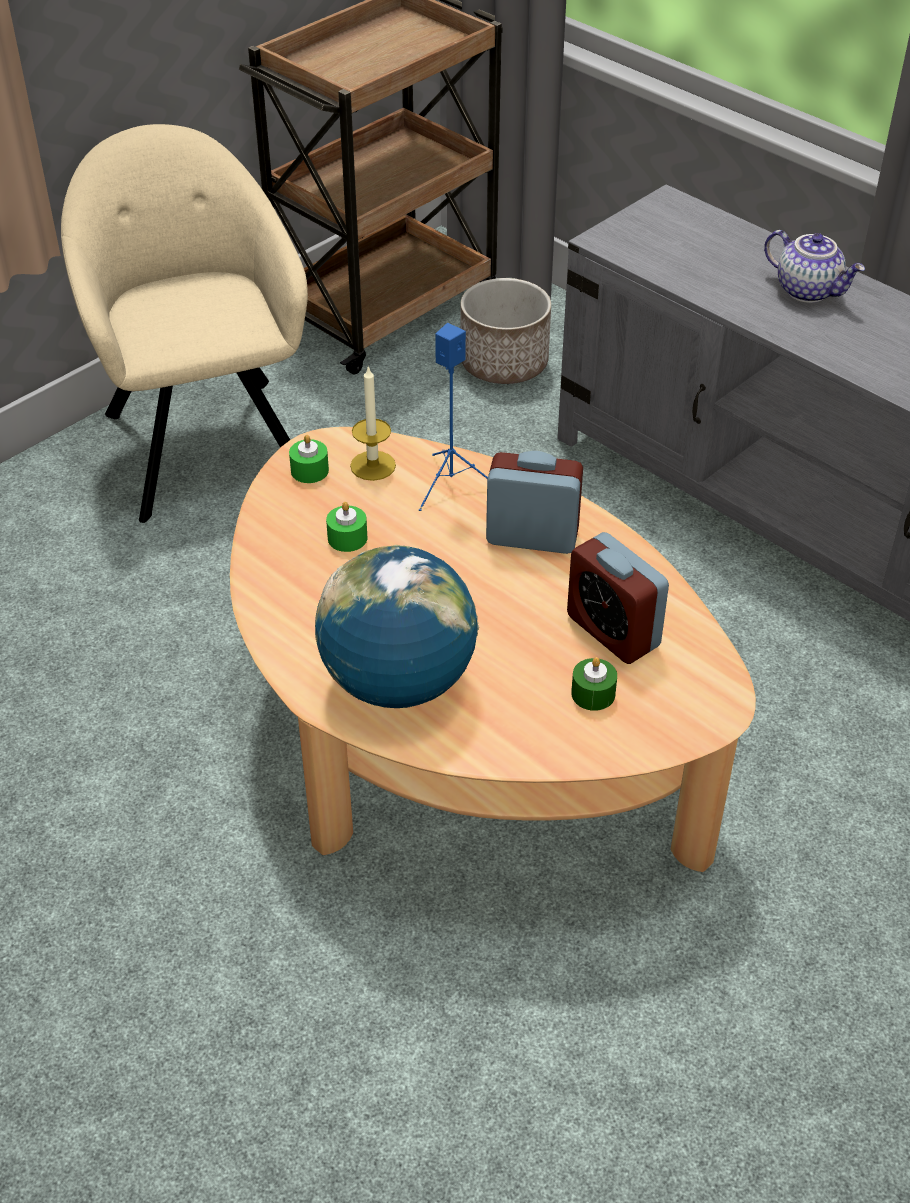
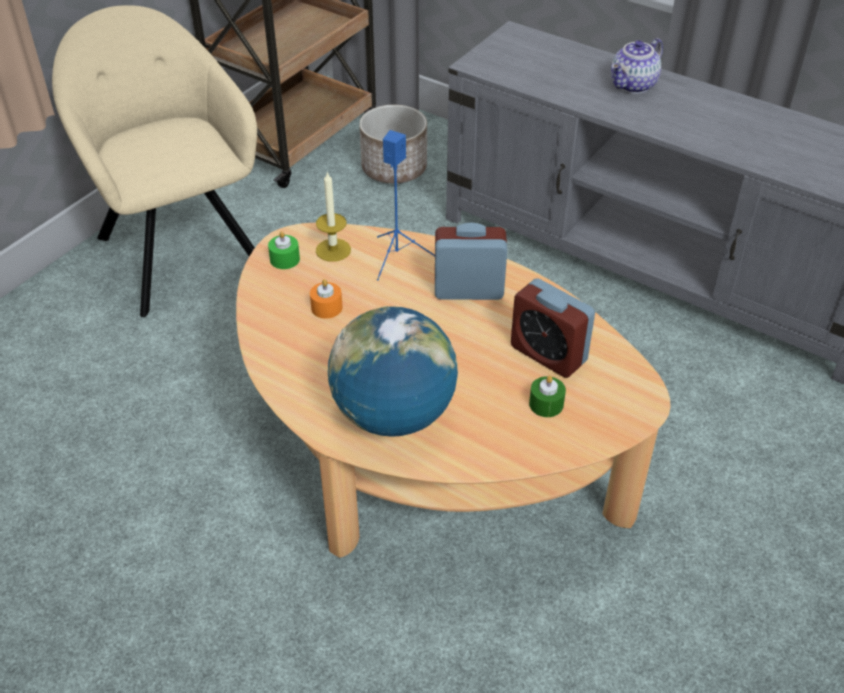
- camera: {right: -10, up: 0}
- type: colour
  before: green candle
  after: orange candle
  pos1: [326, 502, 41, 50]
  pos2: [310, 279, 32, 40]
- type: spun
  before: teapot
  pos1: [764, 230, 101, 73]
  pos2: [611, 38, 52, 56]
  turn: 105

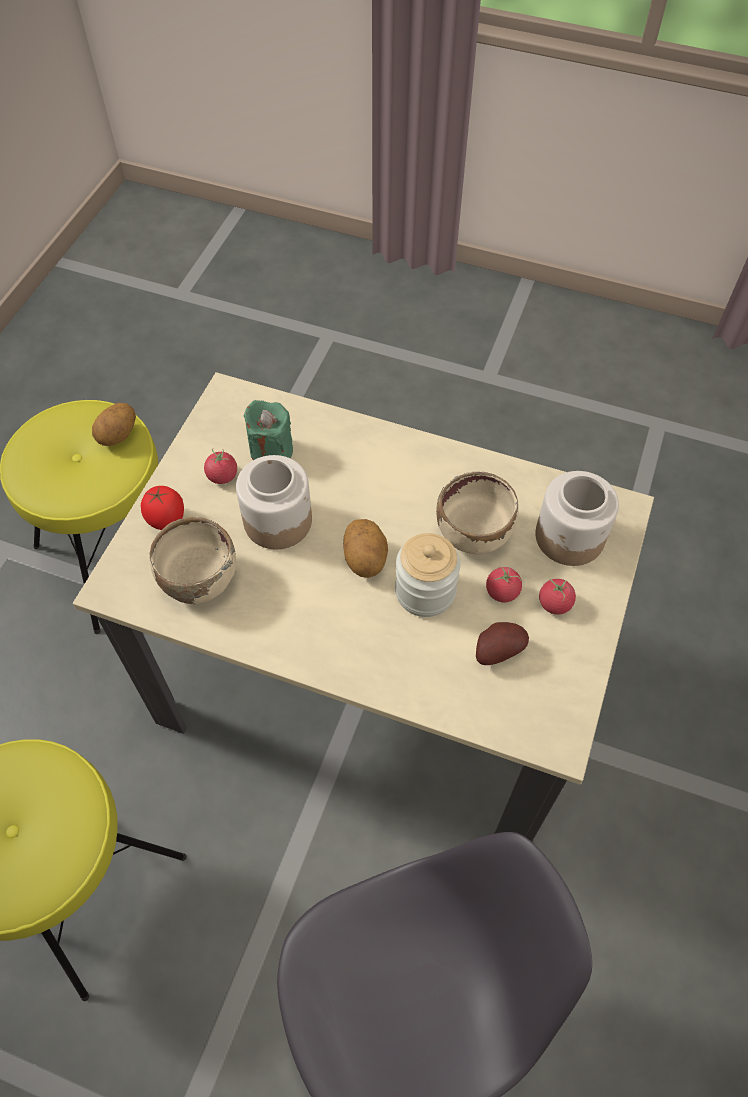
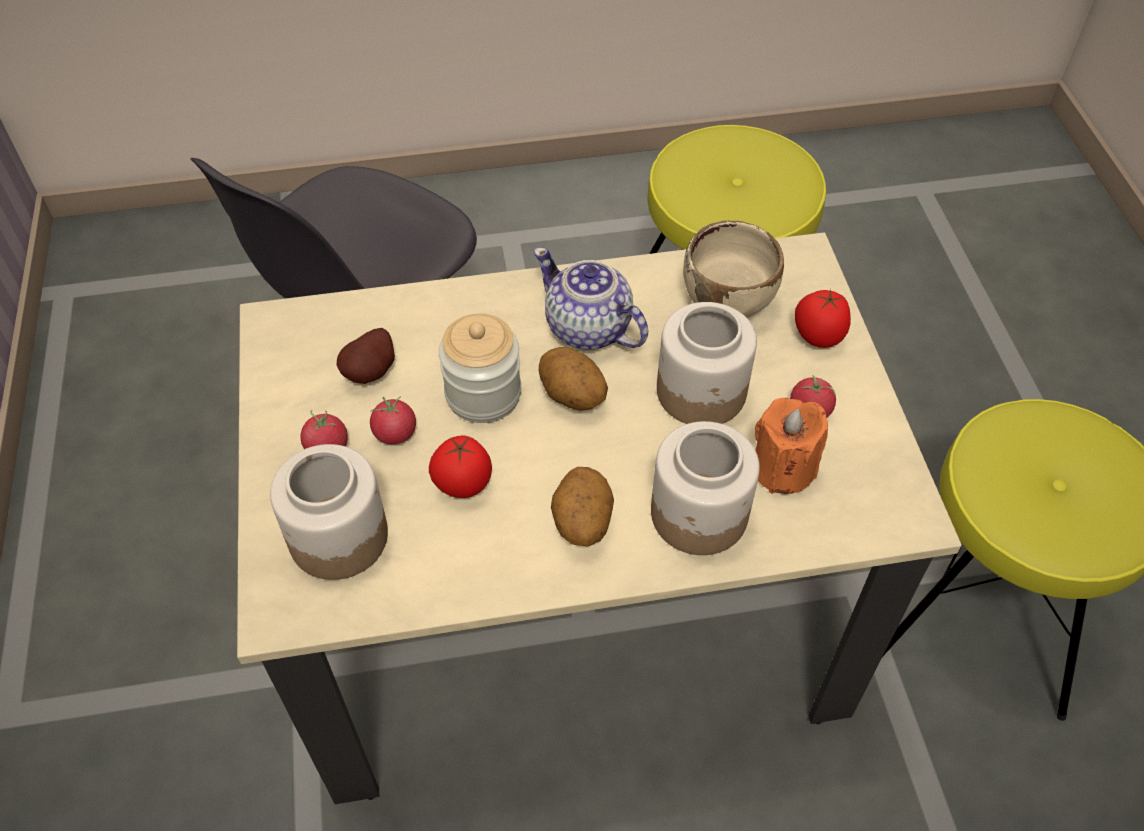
- camera: {right: 150, up: -5}
- type: relocated
  before: potato
  pos1: [92, 403, 44, 43]
  pos2: [551, 467, 63, 79]
- type: colour
  before: green candle
  after: orange candle
  pos1: [244, 400, 49, 60]
  pos2: [755, 398, 73, 96]
- type: exchanged
  before: beige bowl
  after: tomato
  pos1: [436, 471, 83, 84]
  pos2: [429, 435, 63, 63]
- type: appeared
  after: teapot
  pos2: [533, 247, 115, 103]
- type: appeared
  after: jar
  pos2: [651, 421, 109, 134]

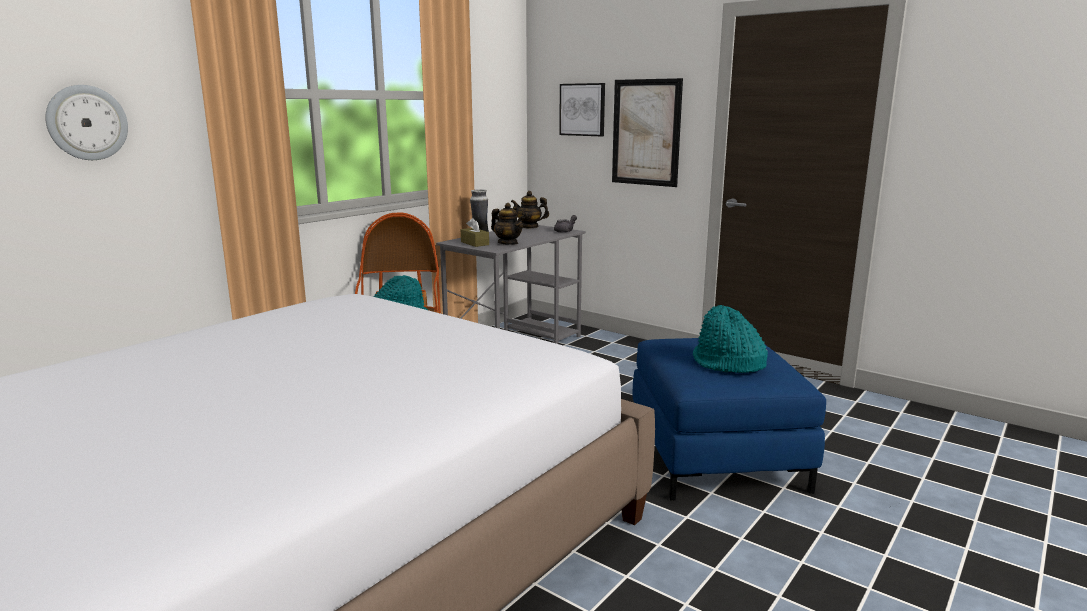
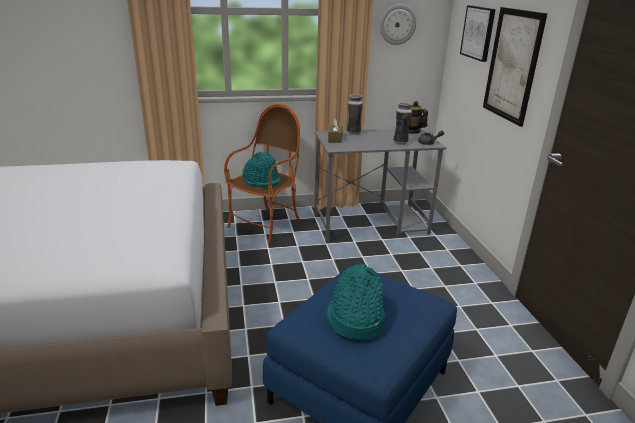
- camera: {right: 40, up: 10}
- type: relocated
  before: wall clock
  pos1: [45, 85, 83, 75]
  pos2: [380, 4, 36, 41]
- type: missing
  before: teapot
  pos1: [491, 203, 34, 42]
- type: appeared
  after: vase
  pos2: [393, 102, 19, 43]

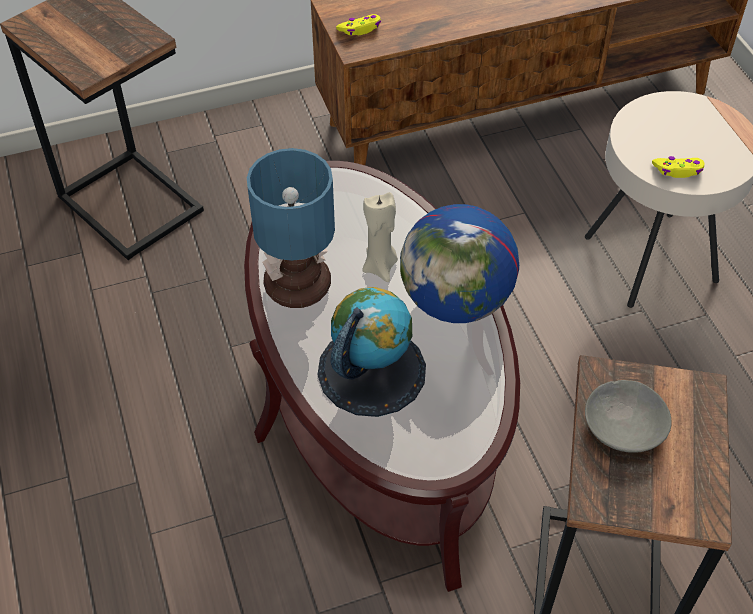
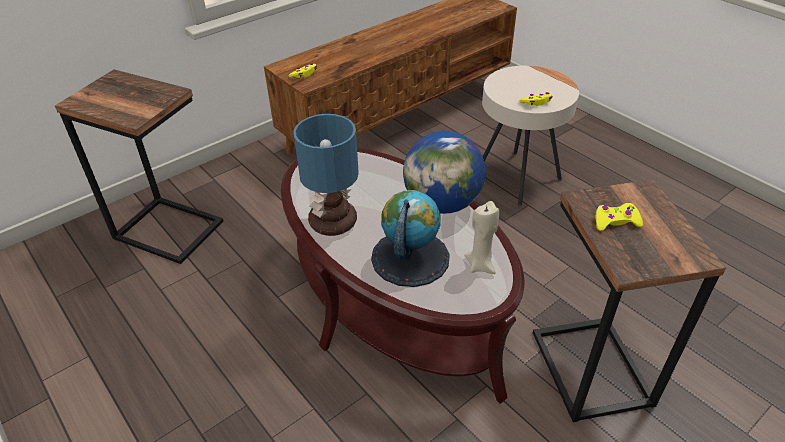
- camera: {right: -20, up: -10}
- type: relocated
  before: beige candle
  pos1: [362, 192, 36, 90]
  pos2: [464, 201, 35, 73]
- type: exchanged
  before: grey bowl
  after: yellow game controller
  pos1: [585, 380, 87, 73]
  pos2: [596, 203, 47, 28]

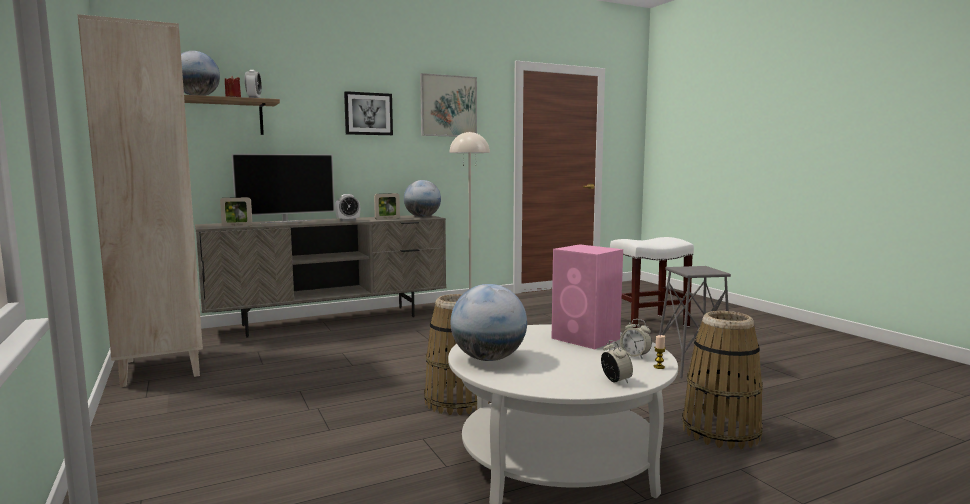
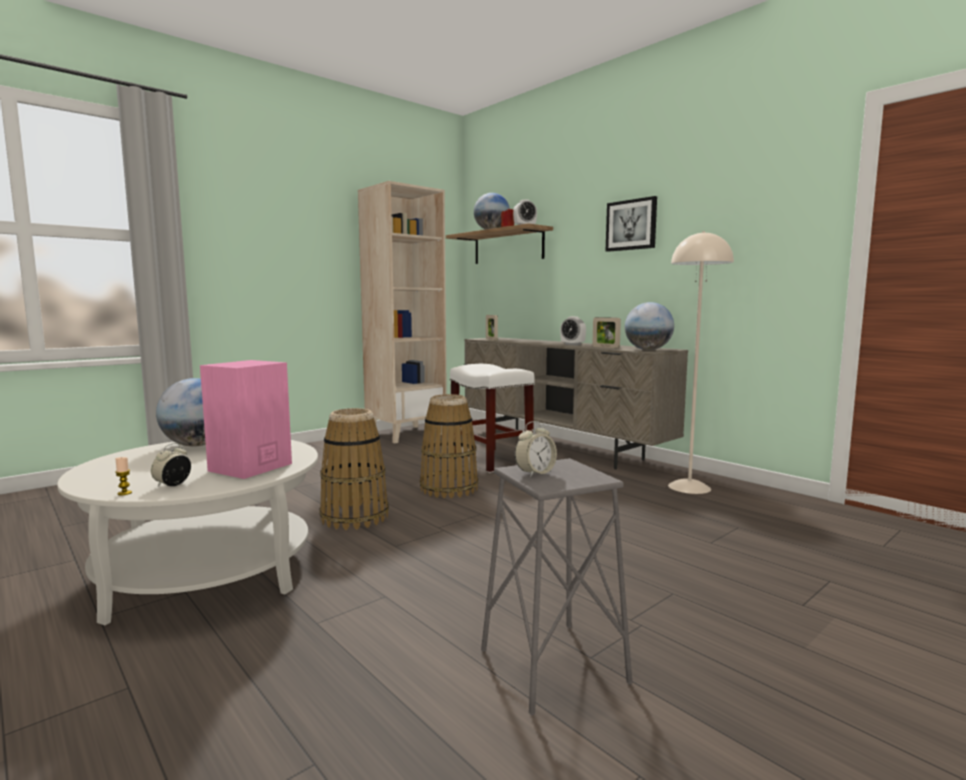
- camera: {right: 75, up: 0}
- type: missing
  before: television
  pos1: [231, 154, 104, 69]
- type: missing
  before: picture
  pos1: [420, 73, 57, 64]
- type: relocated
  before: alarm clock
  pos1: [601, 340, 32, 43]
  pos2: [515, 421, 42, 56]
- type: relocated
  before: white stool
  pos1: [610, 237, 84, 91]
  pos2: [450, 364, 85, 109]
- type: relocated
  before: basket
  pos1: [682, 311, 81, 138]
  pos2: [420, 394, 59, 104]

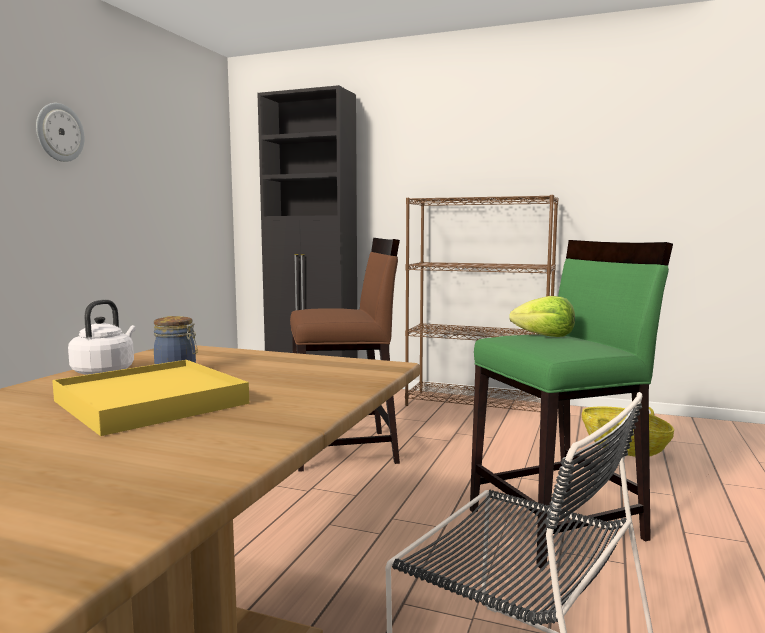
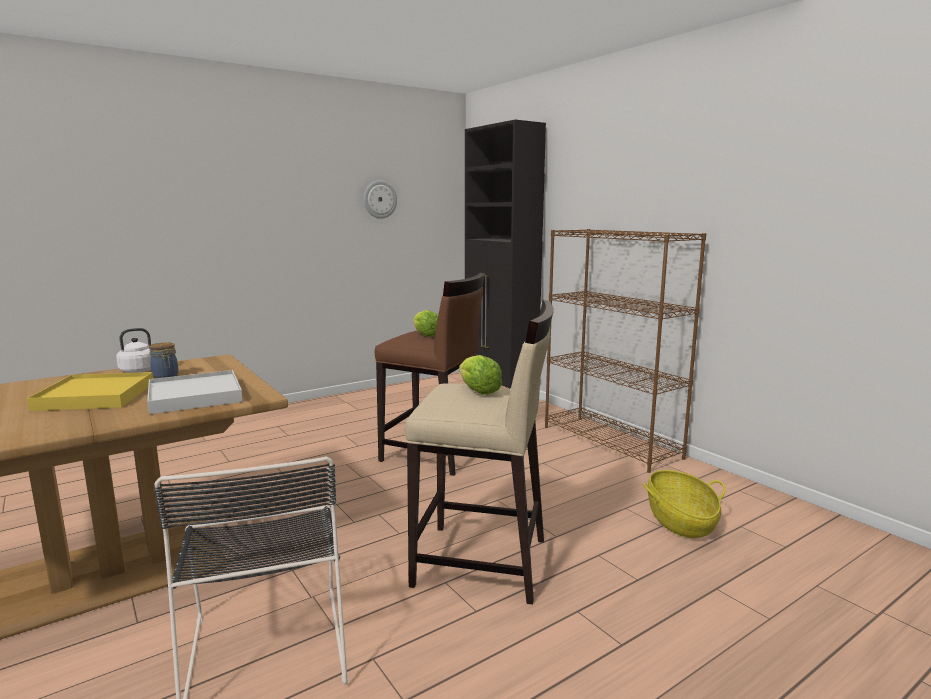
- camera: {right: 35, up: 5}
- type: relocated
  before: wall clock
  pos1: [36, 103, 49, 59]
  pos2: [364, 180, 33, 39]
- type: colour
  before: green stool
  after: beige stool
  pos1: [470, 240, 203, 329]
  pos2: [405, 300, 149, 305]
- type: appeared
  after: white tray
  pos2: [147, 370, 96, 44]
- type: appeared
  after: lettuce
  pos2: [413, 310, 25, 27]

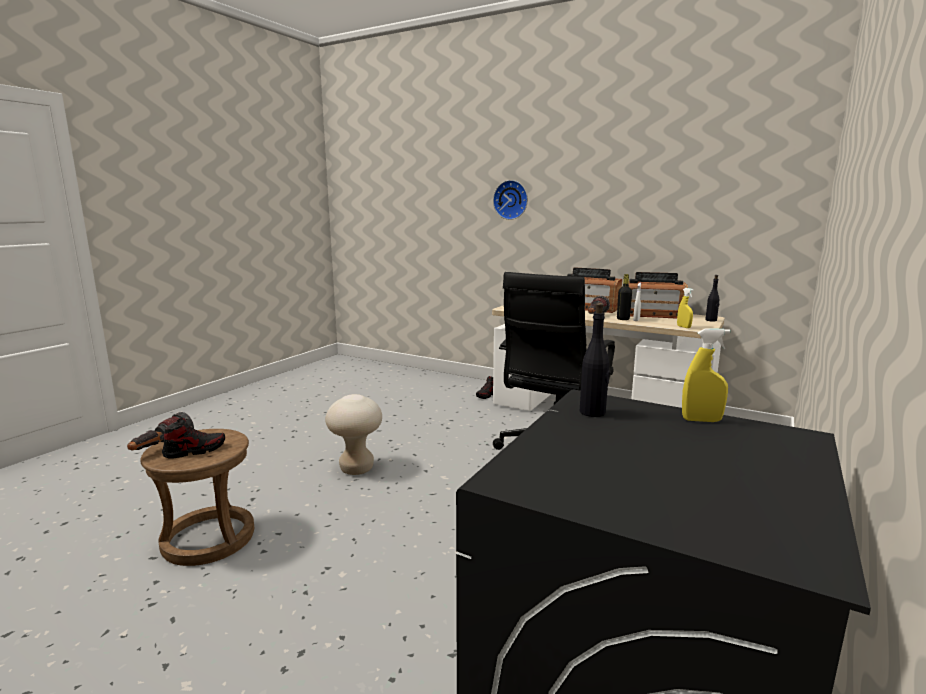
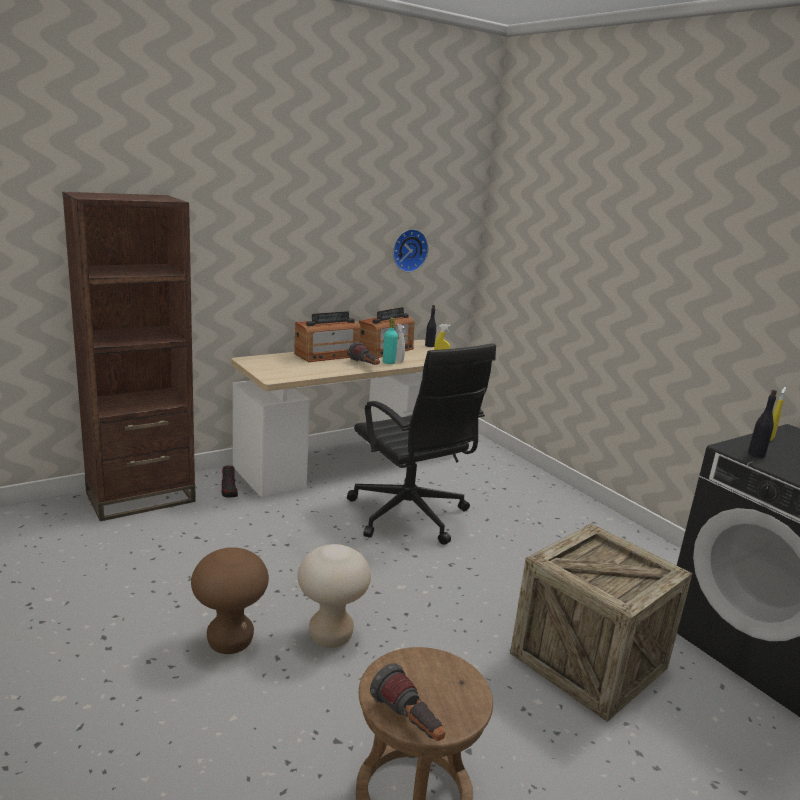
- camera: {right: -65, up: 5}
- type: missing
  before: shoe
  pos1: [162, 418, 63, 40]
- type: relocated
  before: wall clock
  pos1: [493, 180, 35, 40]
  pos2: [393, 229, 35, 43]
- type: colour
  before: black bottle
  after: turquoise bottle
  pos1: [617, 274, 15, 46]
  pos2: [383, 318, 15, 46]
- type: appeared
  after: brown bookcase
  pos2: [62, 192, 134, 329]
- type: appeared
  after: brown stool
  pos2: [191, 547, 78, 107]
- type: appeared
  after: crate
  pos2: [510, 524, 183, 198]

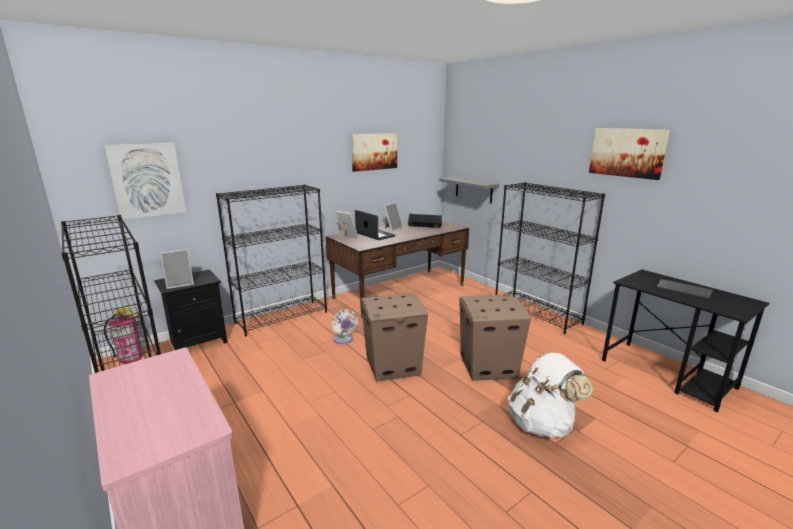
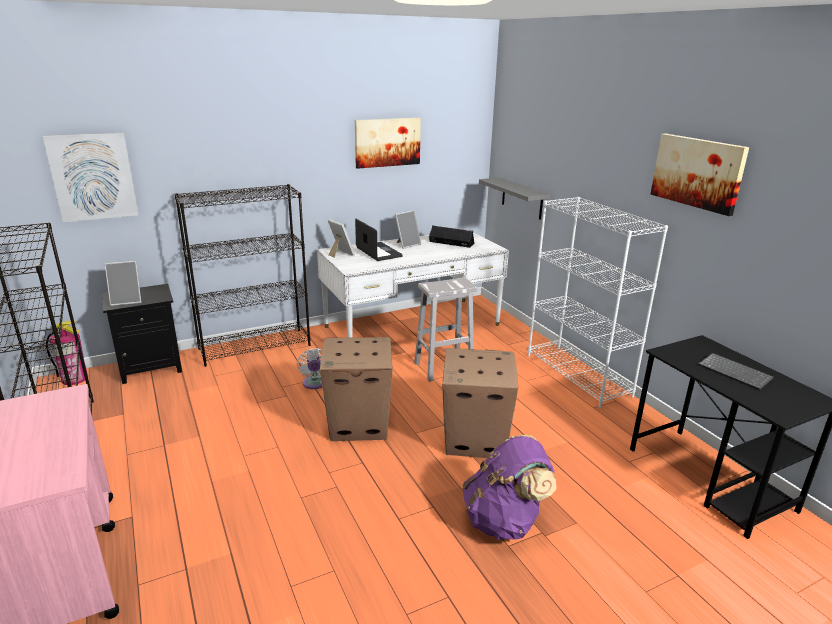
- camera: {right: 10, up: 5}
- type: colour
  before: brown desk
  after: white desk
  pos1: [326, 220, 143, 98]
  pos2: [317, 230, 192, 108]
- type: colour
  before: black bookcase
  after: white bookcase
  pos1: [495, 182, 110, 152]
  pos2: [528, 197, 140, 211]
- type: colour
  before: white backpack
  after: purple backpack
  pos1: [508, 352, 85, 87]
  pos2: [462, 435, 94, 105]
- type: appeared
  after: white stool
  pos2: [414, 277, 63, 105]

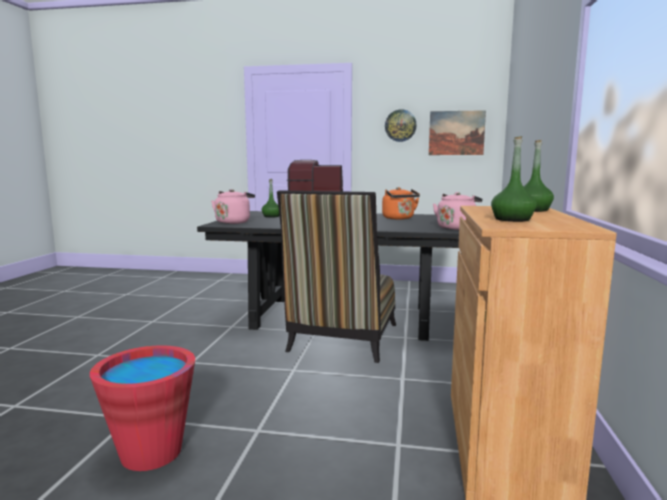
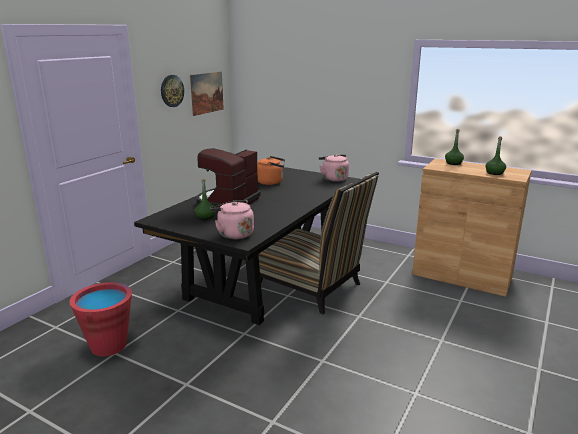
- camera: {right: -70, up: 10}
- type: relocated
  before: red bucket
  pos1: [90, 345, 105, 126]
  pos2: [69, 282, 63, 74]

